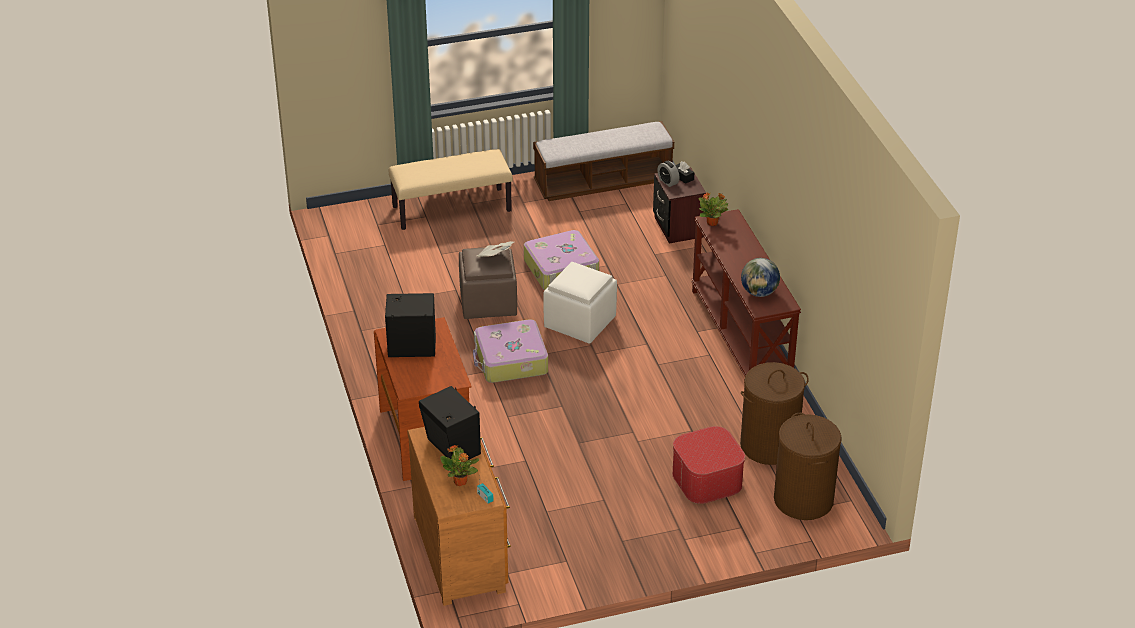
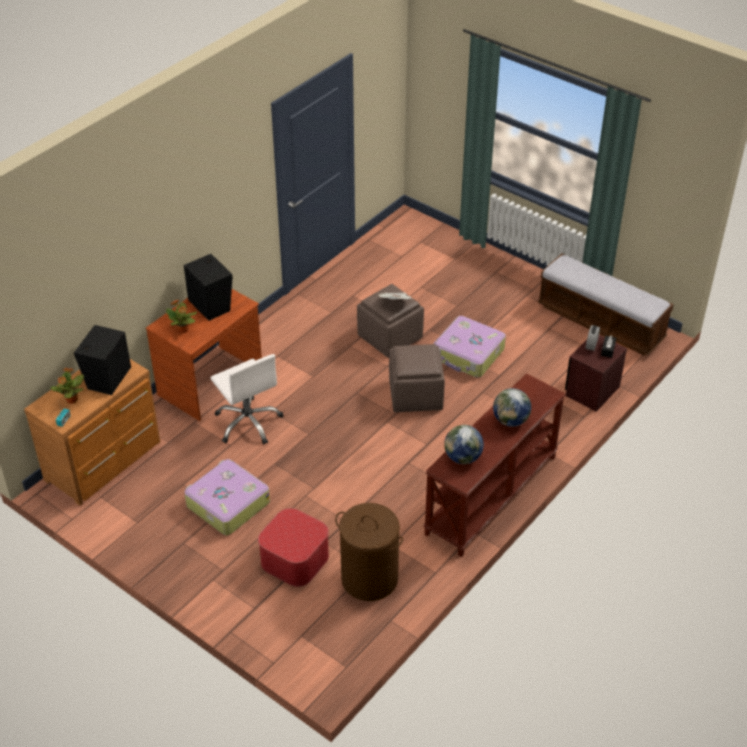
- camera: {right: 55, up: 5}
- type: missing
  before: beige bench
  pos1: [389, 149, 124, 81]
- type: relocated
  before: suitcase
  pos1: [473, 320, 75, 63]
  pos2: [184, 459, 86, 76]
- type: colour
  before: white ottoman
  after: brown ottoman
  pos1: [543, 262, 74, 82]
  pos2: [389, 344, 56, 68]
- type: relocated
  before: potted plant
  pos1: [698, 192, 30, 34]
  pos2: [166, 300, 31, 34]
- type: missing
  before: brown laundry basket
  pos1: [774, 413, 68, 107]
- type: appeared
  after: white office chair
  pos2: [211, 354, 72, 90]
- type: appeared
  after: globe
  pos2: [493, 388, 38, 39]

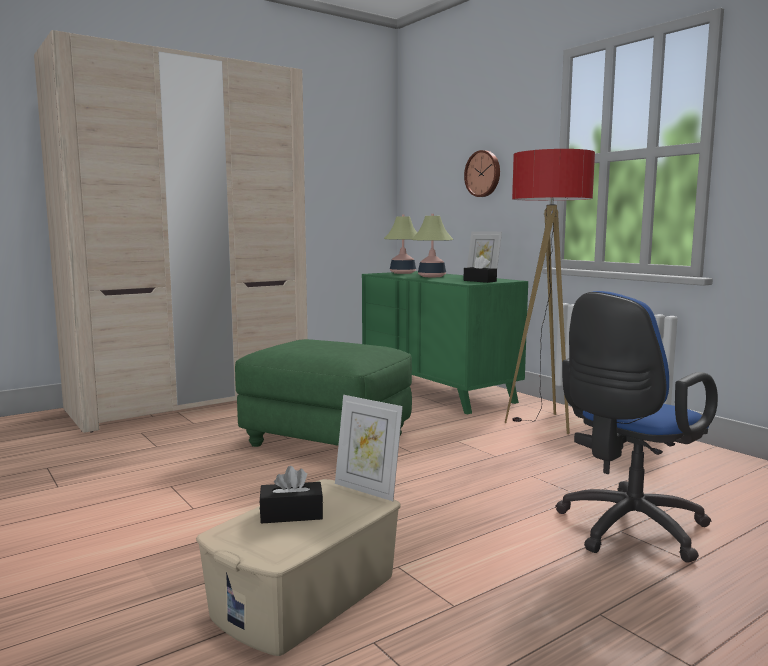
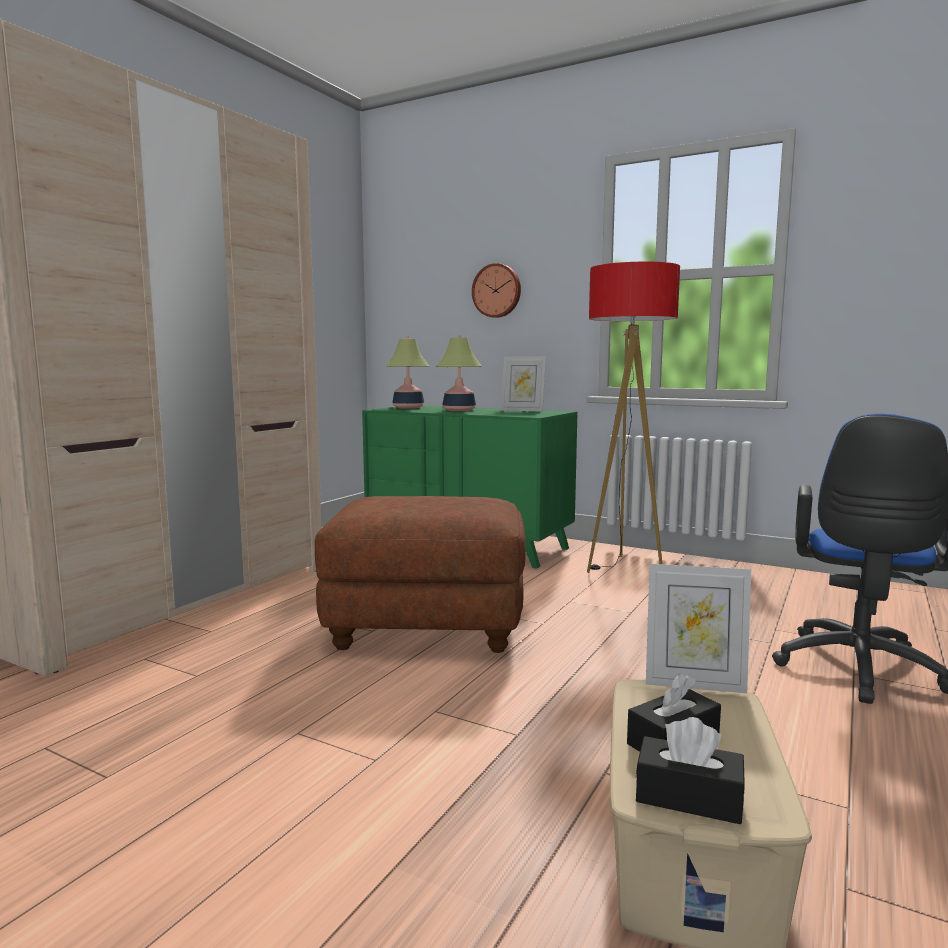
- camera: {right: -25, up: 0}
- type: colour
  before: green ottoman
  after: brown ottoman
  pos1: [235, 339, 177, 108]
  pos2: [315, 496, 211, 157]
- type: relocated
  before: black tissue box
  pos1: [464, 255, 33, 28]
  pos2: [636, 717, 109, 107]

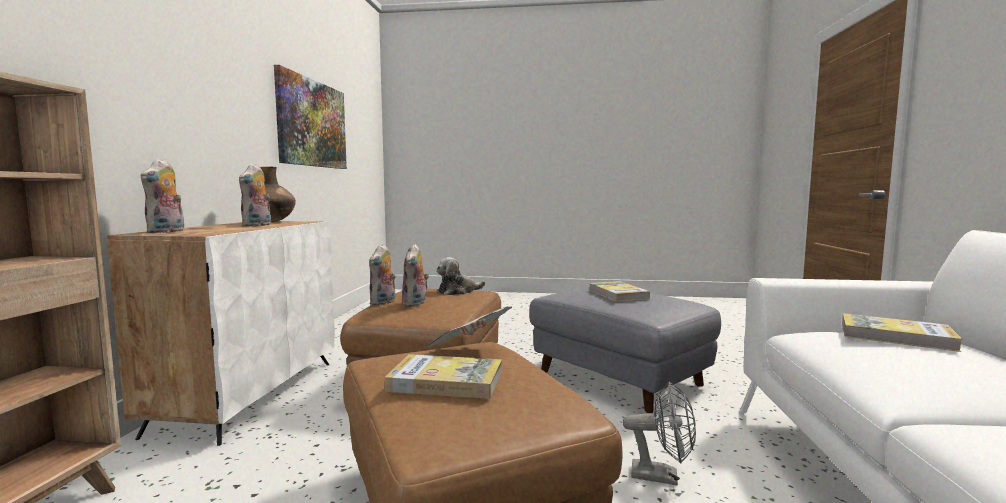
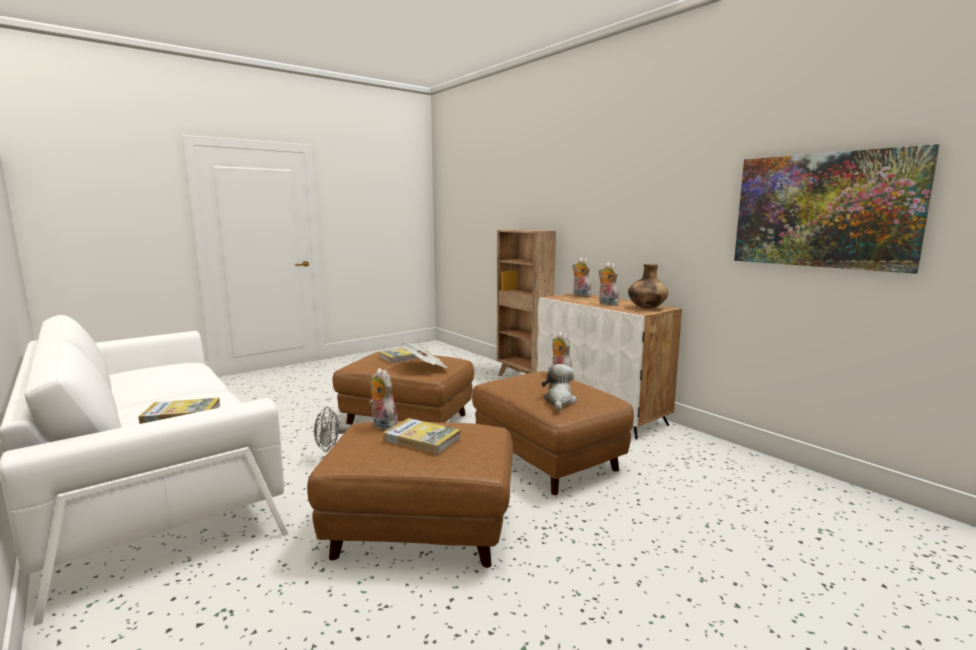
- camera: {right: 135, up: 5}
- type: relocated
  before: plush toy
  pos1: [402, 244, 27, 63]
  pos2: [369, 368, 29, 63]
- type: colour
  before: grey ottoman
  after: brown ottoman
  pos1: [529, 287, 192, 126]
  pos2: [307, 421, 206, 147]

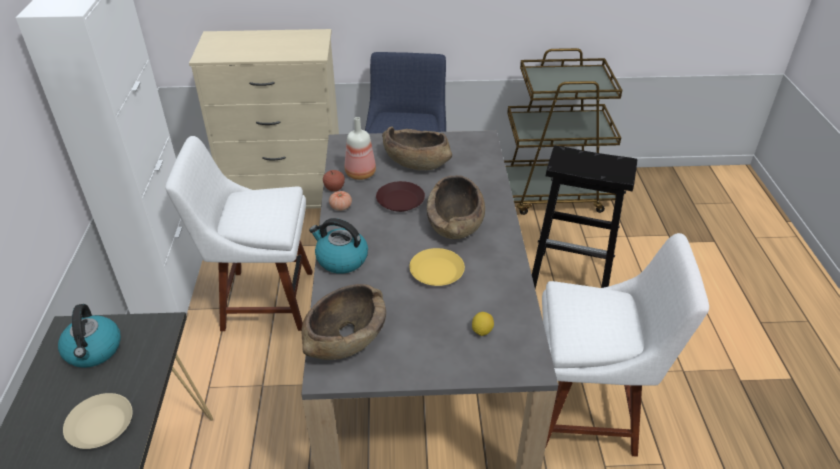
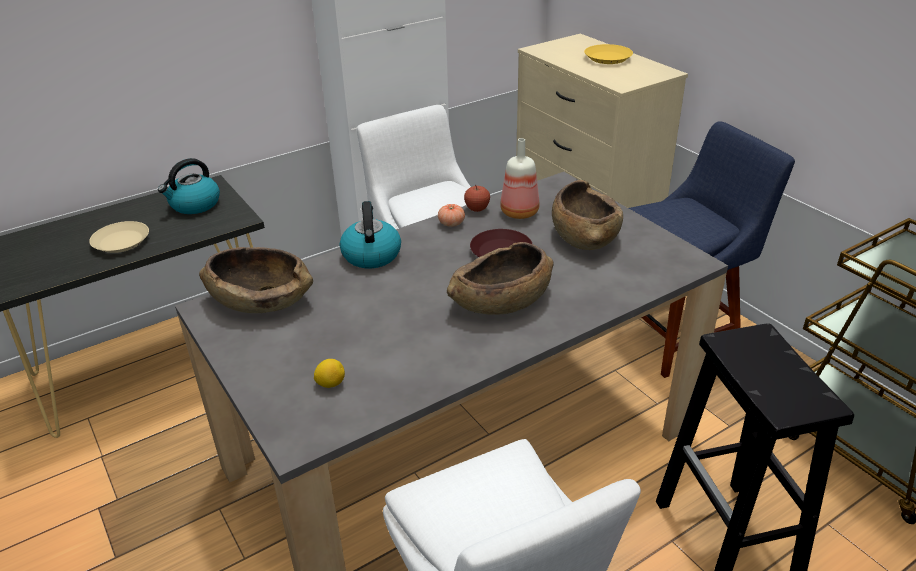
- camera: {right: 60, up: -5}
- type: relocated
  before: yellow plate
  pos1: [409, 248, 56, 38]
  pos2: [584, 44, 49, 20]

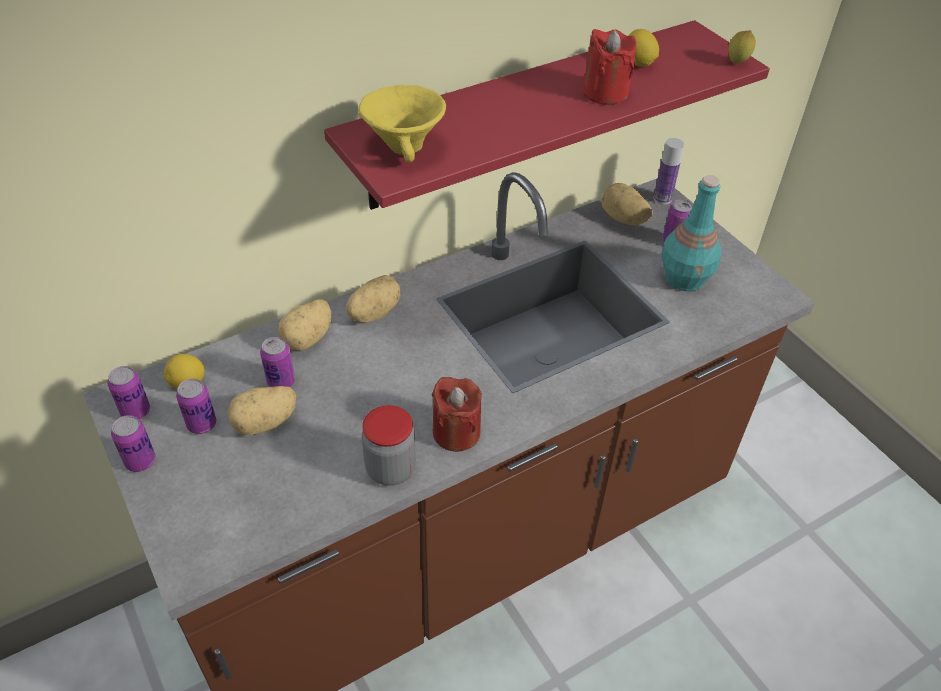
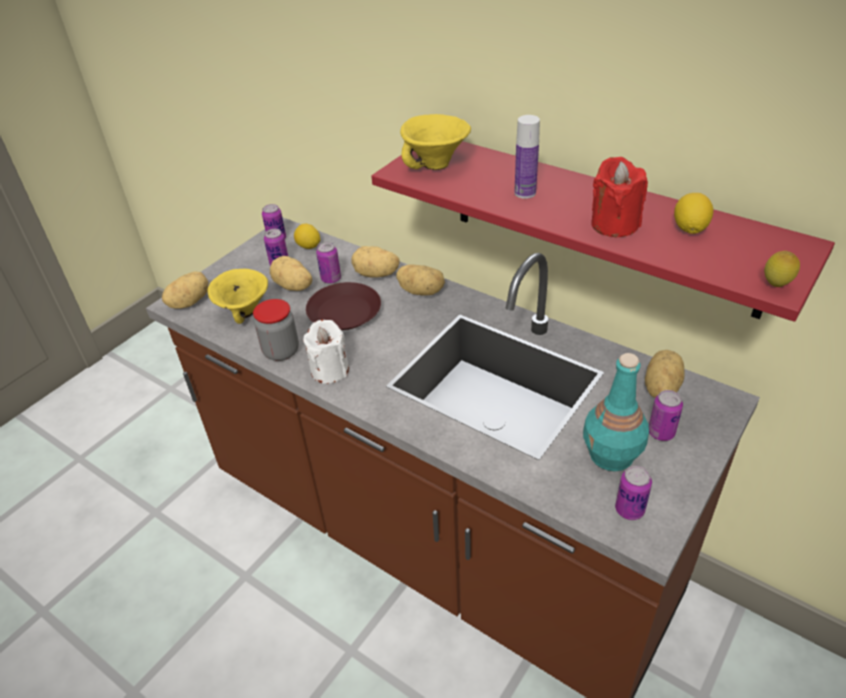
- camera: {right: 70, up: -5}
- type: relocated
  before: can
  pos1: [111, 415, 45, 57]
  pos2: [615, 466, 37, 54]
- type: colour
  before: red candle
  after: white candle
  pos1: [432, 377, 50, 75]
  pos2: [303, 320, 46, 64]
- type: relocated
  before: bottle
  pos1: [654, 138, 30, 66]
  pos2: [515, 115, 25, 84]
- type: appeared
  after: potato
  pos2: [162, 271, 47, 38]
- type: appeared
  after: yellow bowl
  pos2: [207, 269, 61, 55]
- type: appeared
  after: brown plate
  pos2: [306, 282, 75, 48]

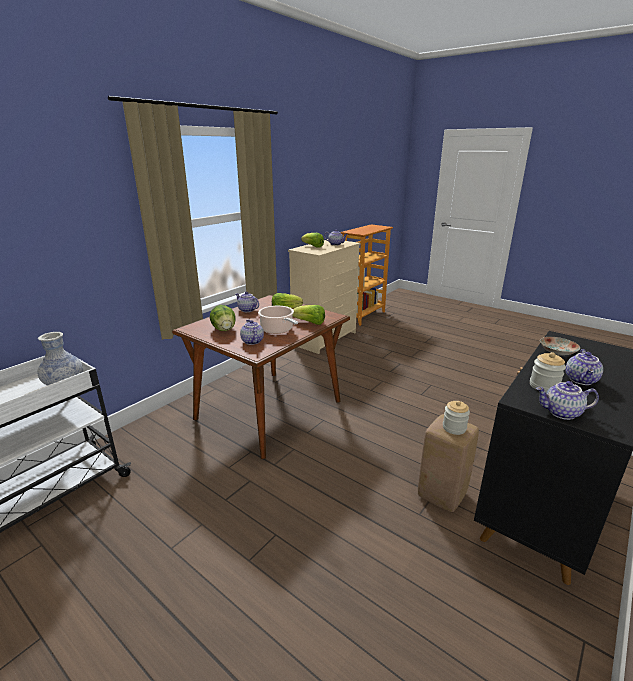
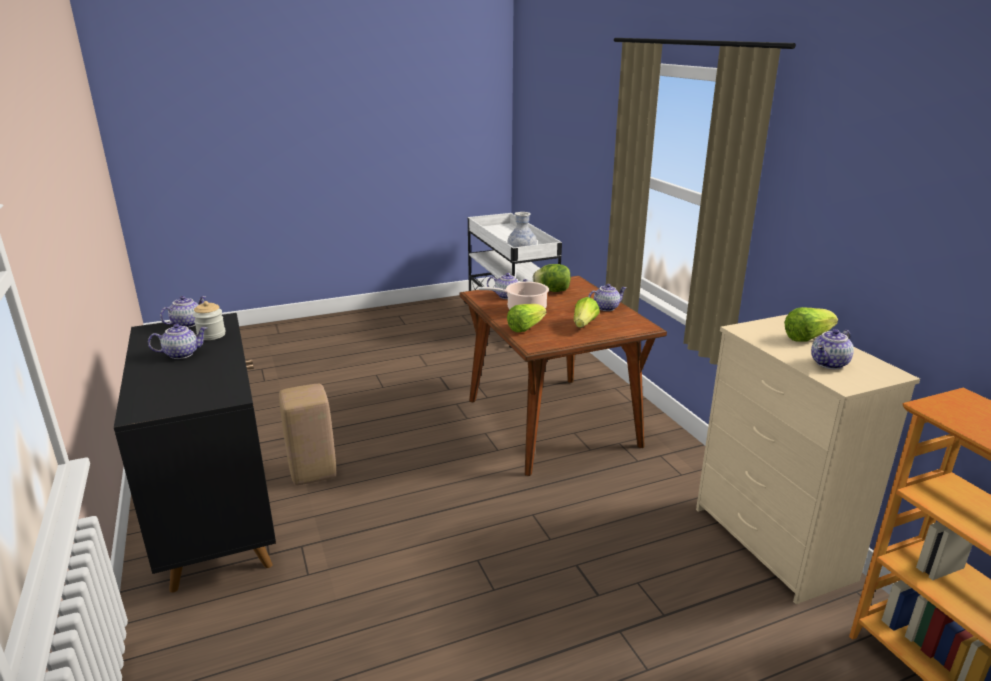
- camera: {right: 120, up: 0}
- type: missing
  before: jar
  pos1: [443, 401, 27, 34]
- type: missing
  before: plate
  pos1: [540, 337, 40, 19]
- type: spun
  before: teapot
  pos1: [566, 349, 37, 36]
  pos2: [148, 324, 59, 35]
  turn: 105

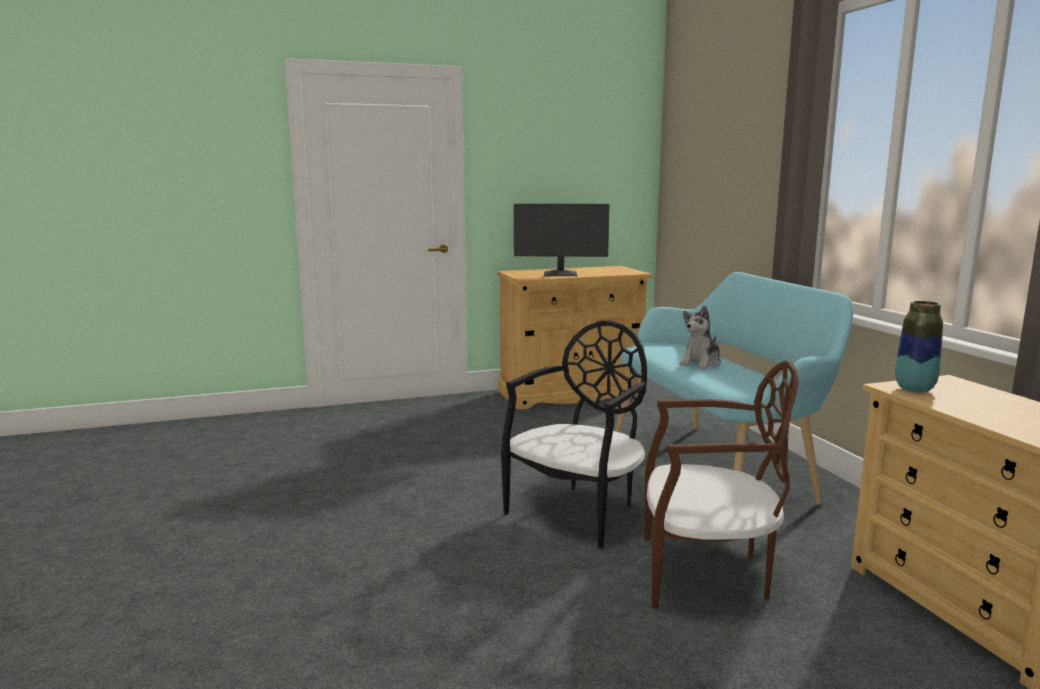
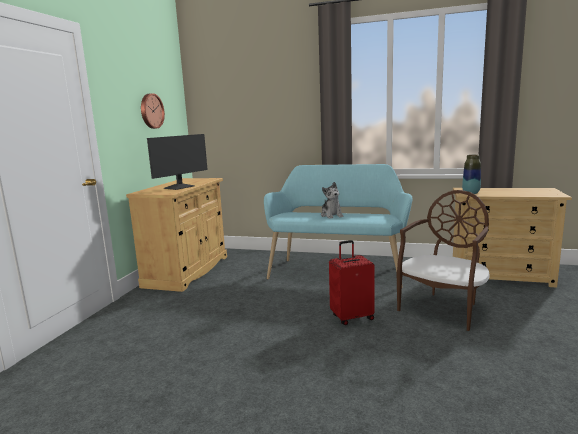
- camera: {right: -55, up: 0}
- type: exchanged
  before: black chair
  after: red suitcase
  pos1: [501, 320, 146, 229]
  pos2: [329, 240, 46, 85]
- type: appeared
  after: wall clock
  pos2: [141, 93, 24, 36]

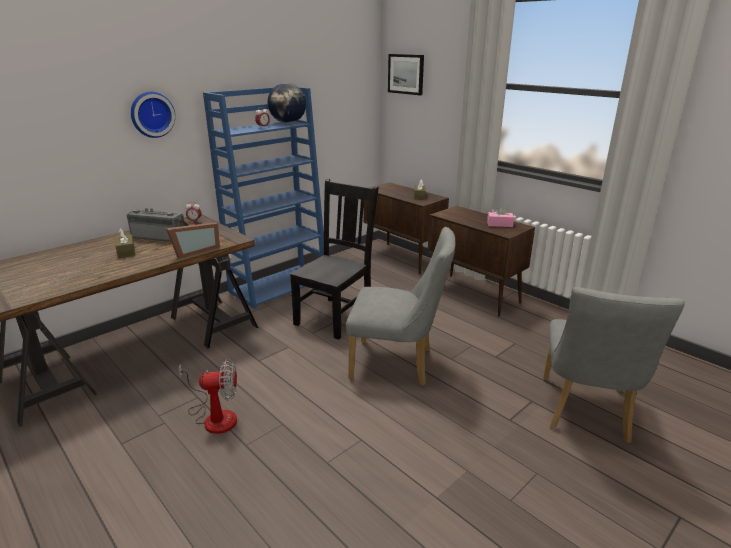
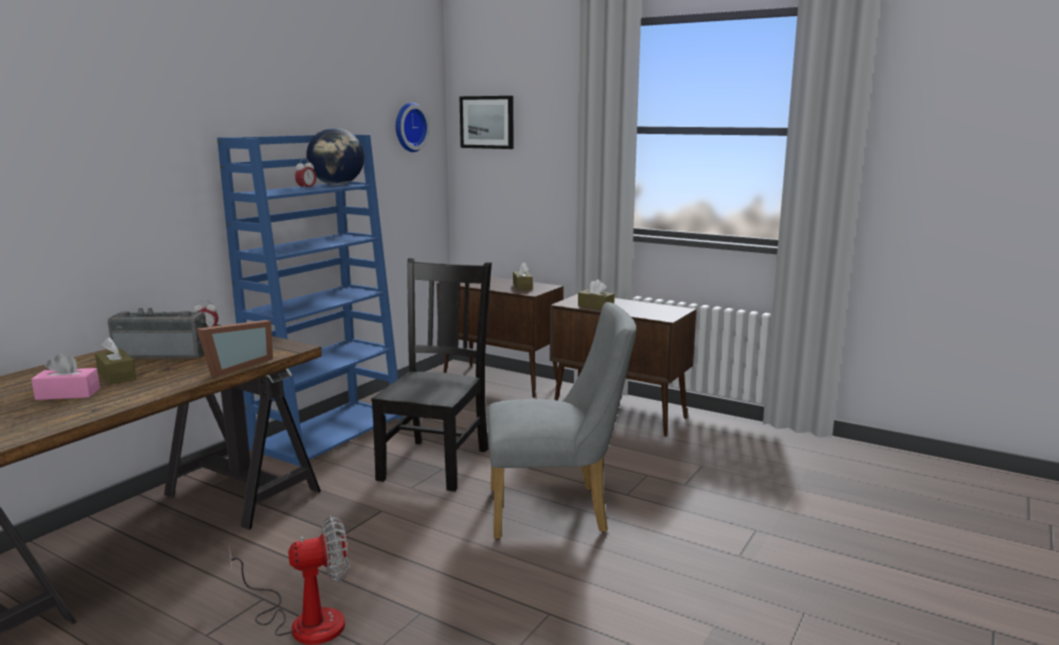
- camera: {right: -15, up: -10}
- type: relocated
  before: wall clock
  pos1: [131, 92, 44, 46]
  pos2: [396, 102, 34, 50]
- type: relocated
  before: pink tissue box
  pos1: [487, 205, 27, 22]
  pos2: [31, 353, 69, 47]
- type: missing
  before: grey chair
  pos1: [543, 287, 142, 156]
- type: appeared
  after: brown tissue box
  pos2: [578, 279, 37, 31]

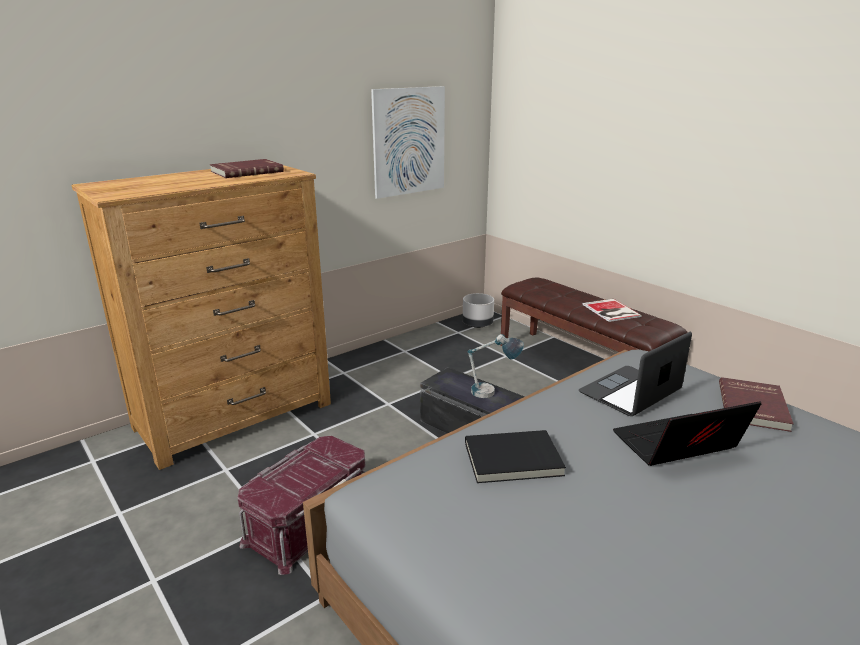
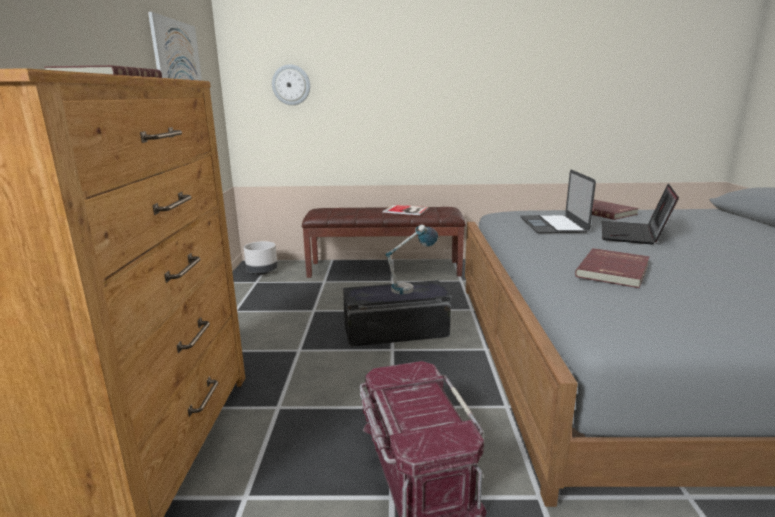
- camera: {right: -50, up: -5}
- type: colour
  before: black book
  after: red book
  pos1: [465, 430, 101, 53]
  pos2: [575, 248, 75, 40]
- type: appeared
  after: wall clock
  pos2: [272, 64, 38, 41]

